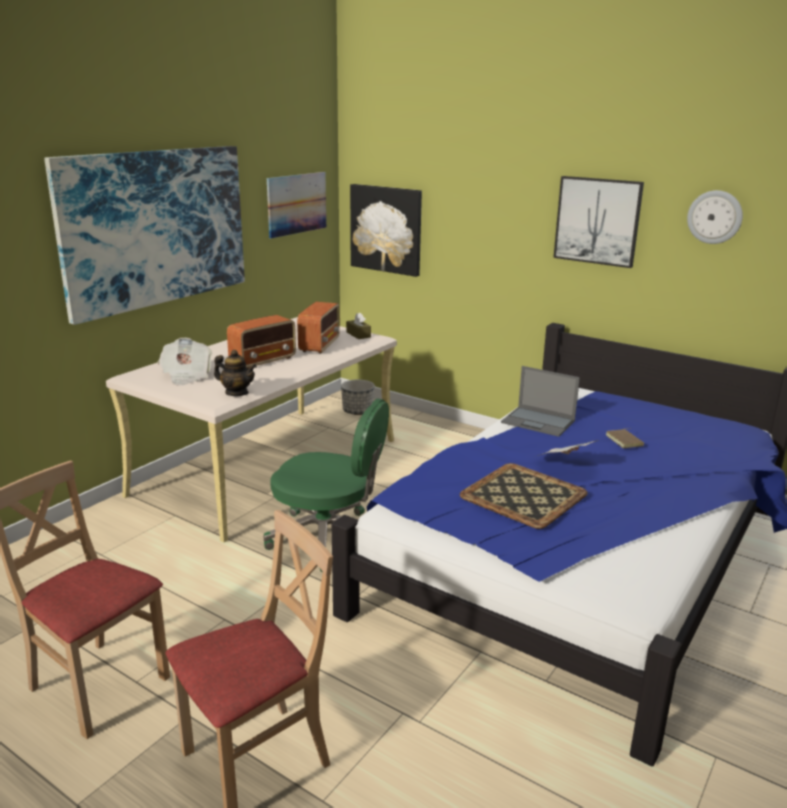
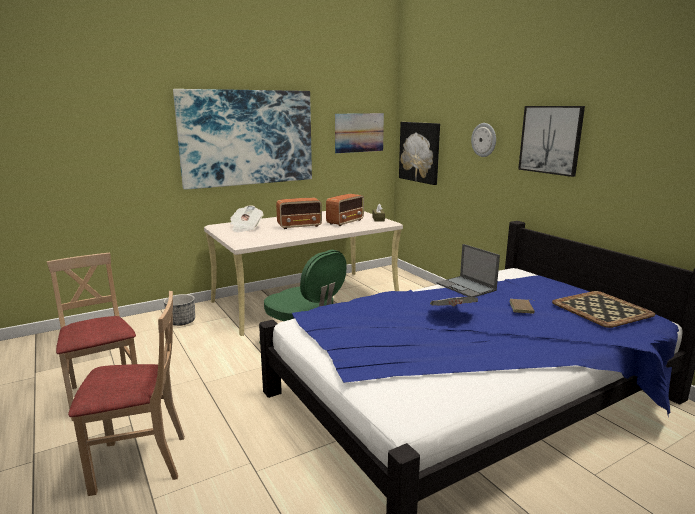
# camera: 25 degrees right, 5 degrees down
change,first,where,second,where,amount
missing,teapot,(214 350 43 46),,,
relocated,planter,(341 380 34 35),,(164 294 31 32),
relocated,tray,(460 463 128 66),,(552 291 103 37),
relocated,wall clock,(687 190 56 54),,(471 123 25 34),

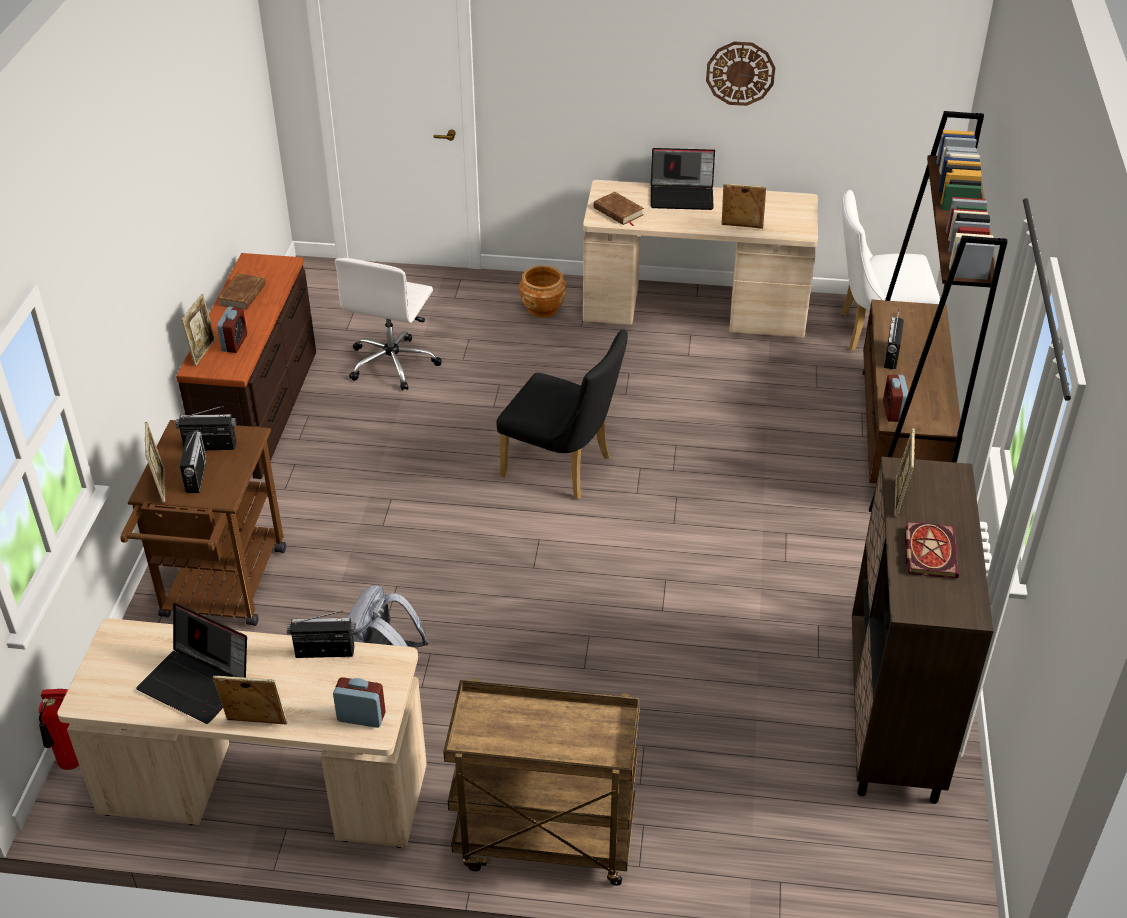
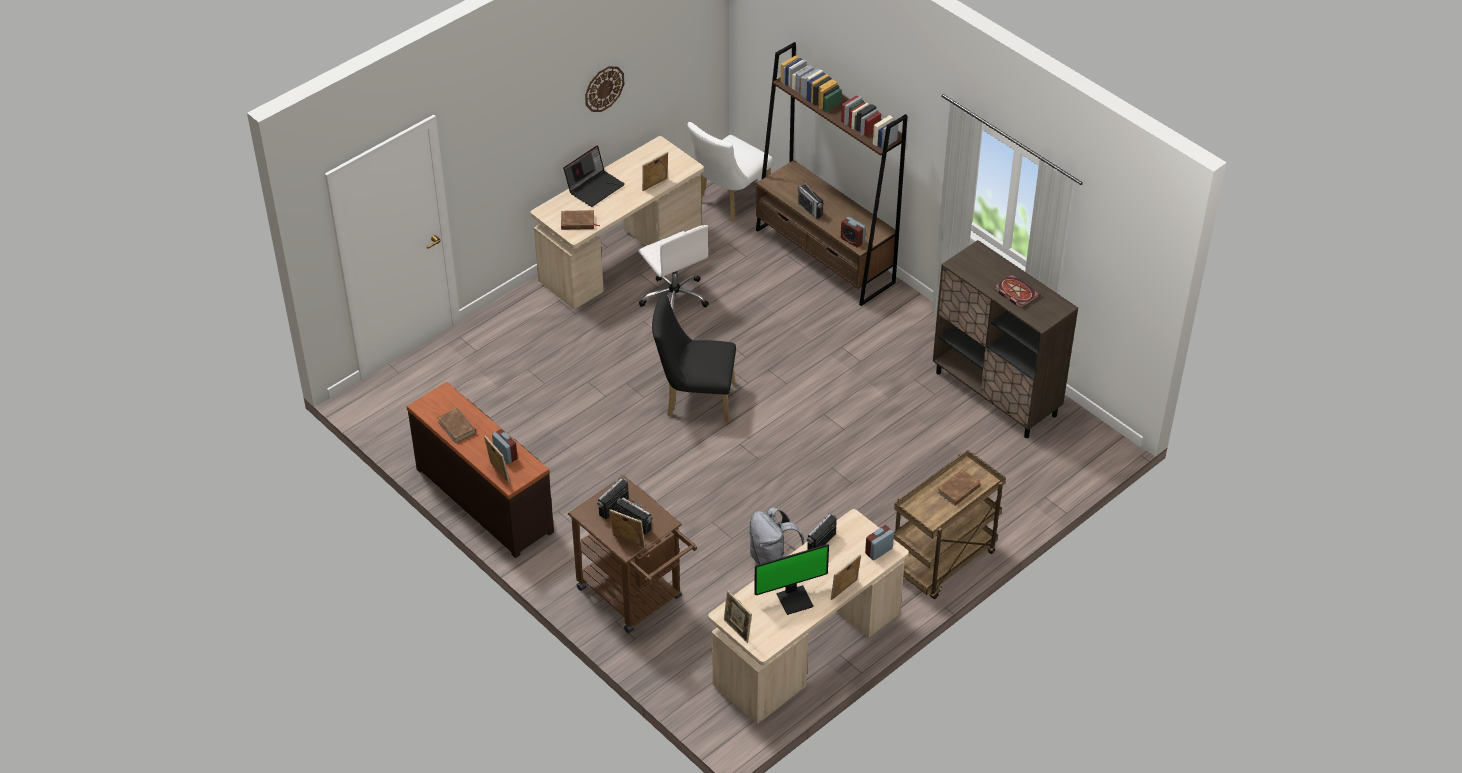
# camera: 50 degrees left, 5 degrees up
change,first,where,second,where,amount
missing,fire extinguisher,(39 689 40 81),,,
exchanged,laptop,(136 603 111 121),monitor,(754 544 75 71),
relocated,office chair (white),(335 258 107 133),,(638 225 71 84),
spun,chair (black),(496 329 132 170),,(652 294 84 129),150 degrees counterclockwise
missing,planter (brown),(519 265 47 53),,,
relocated,picture frame,(894 429 21 88),,(724 591 28 52),
appeared,,,book (brown),(937 470 44 36),

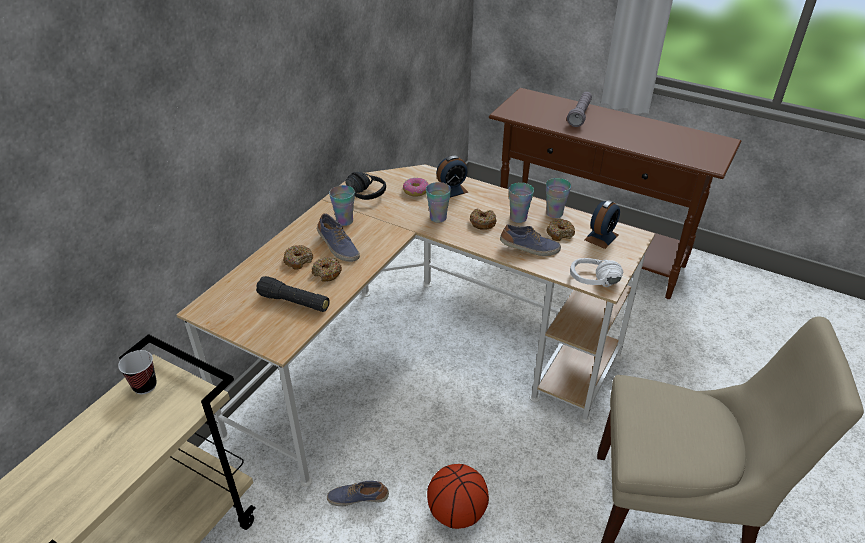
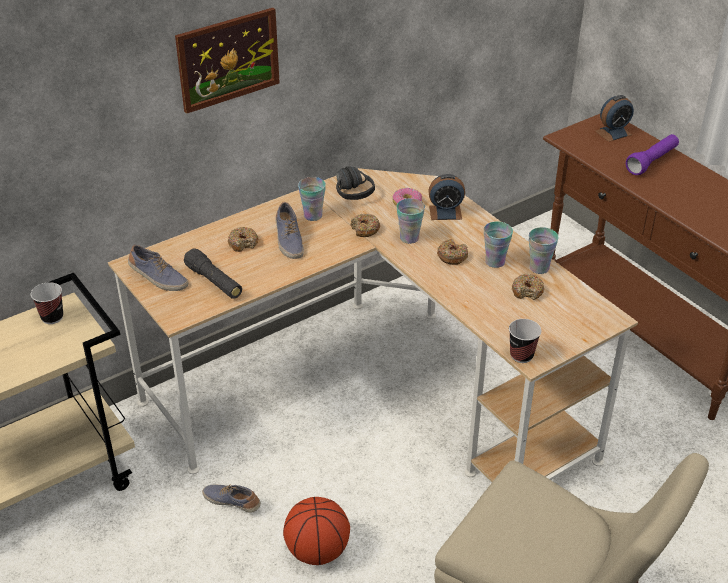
# camera: 25 degrees right, 0 degrees up
change,first,where,second,where,amount
relocated,donut,(312 257 30 25),,(350 214 30 23),
relocated,shoe,(500 224 61 32),,(128 245 60 46),
colour,flashlight (grey),(567 92 25 35),flashlight (purple),(626 134 53 41),
exchanged,headphones (white),(570 258 53 29),cup,(509 319 32 44),
relocated,alarm clock,(584 200 36 49),,(595 95 39 47),
appeared,,,picture,(175 8 105 106),

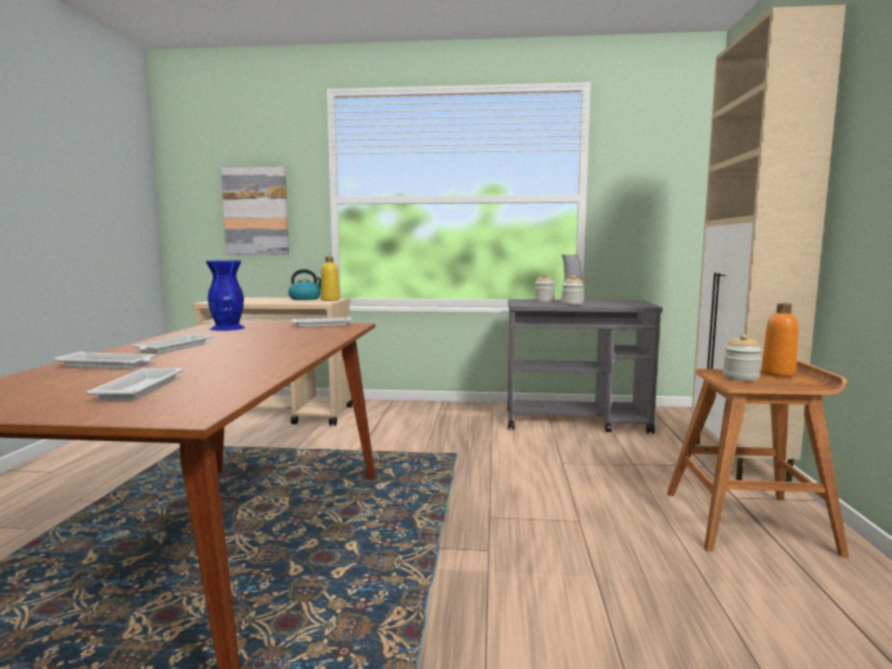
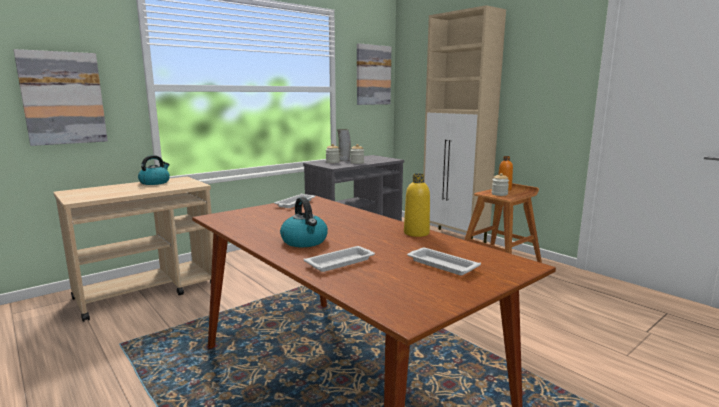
# camera: 45 degrees left, 5 degrees up
change,first,where,second,where,amount
exchanged,tray (white),(132 334 81 20),kettle,(280 197 48 50),
missing,vase (blue),(206 260 39 71),,,
relocated,bottle (yellow),(321 257 19 44),,(404 174 26 63),
appeared,,,picture,(357 43 34 62),

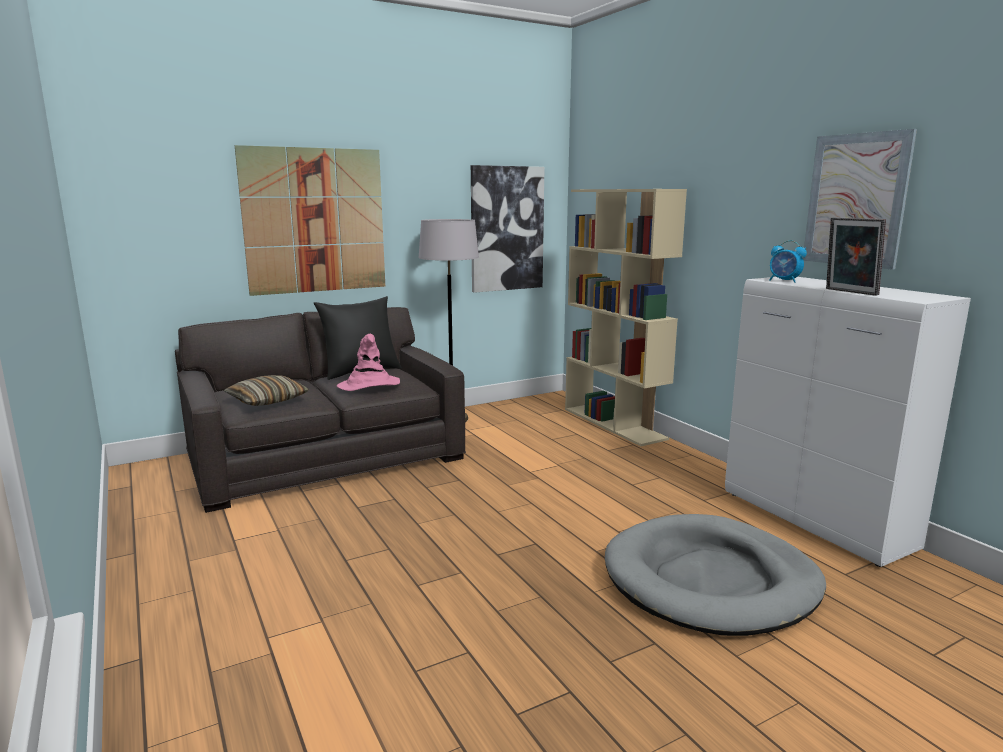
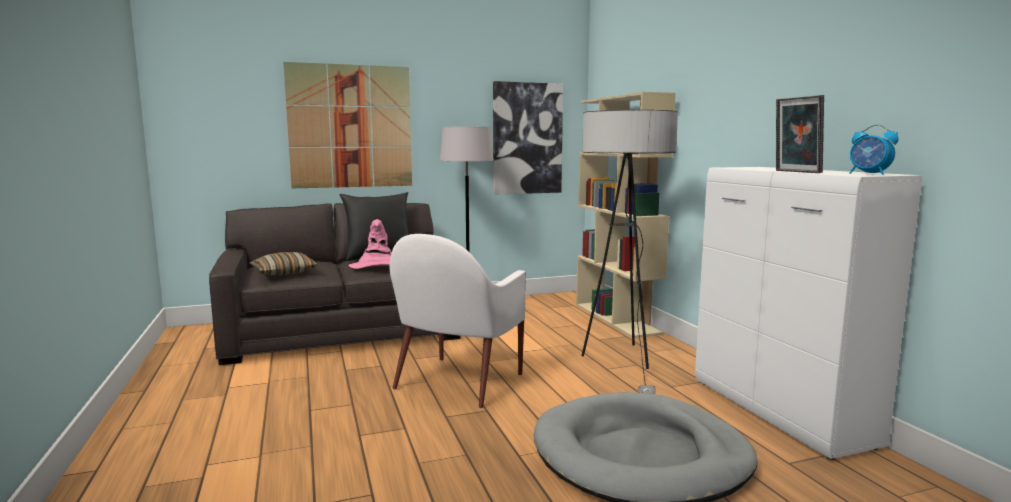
# camera: 10 degrees right, 5 degrees down
change,first,where,second,where,amount
relocated,alarm clock,(769 240 38 43),,(850 124 49 51),
missing,picture,(803 129 114 141),,,
appeared,,,armchair (white),(389 234 137 174),
appeared,,,floor lamp,(581 110 97 284),

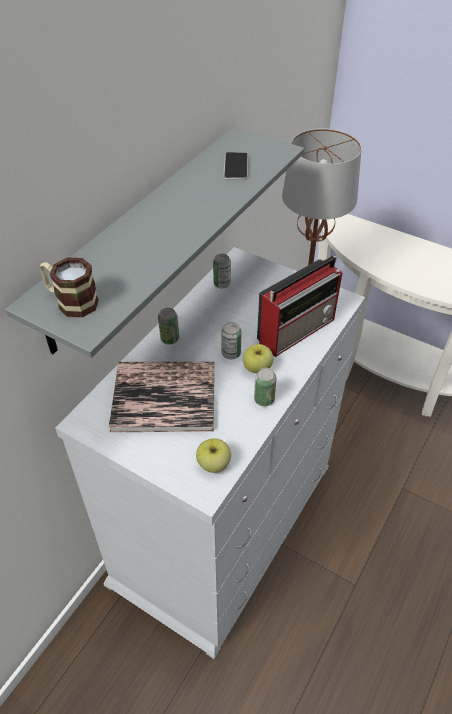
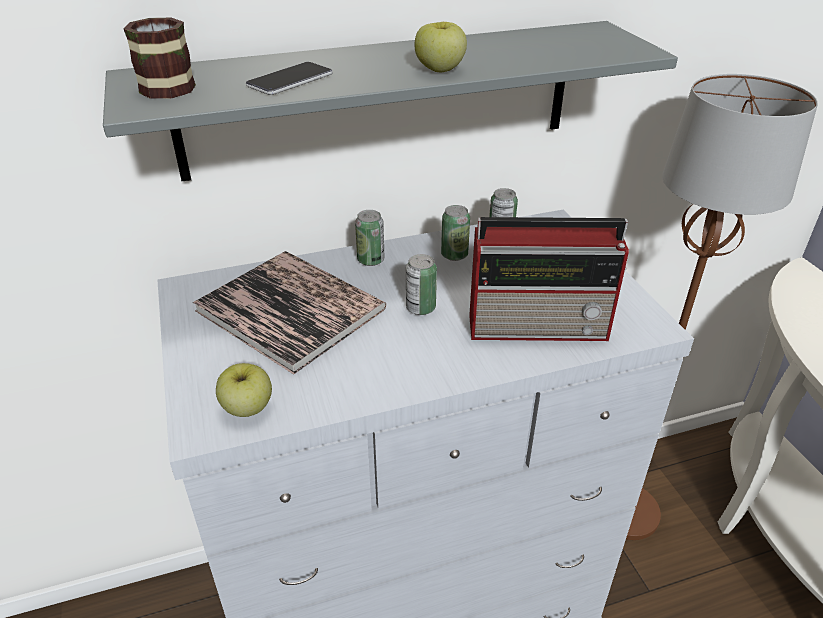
# camera: 40 degrees right, 10 degrees down
change,first,where,second,where,amount
relocated,phone,(224 152 24 28),,(246 62 87 33),
relocated,apple,(243 344 30 29),,(415 22 52 50),
relocated,can,(254 368 23 38),,(441 205 29 56),

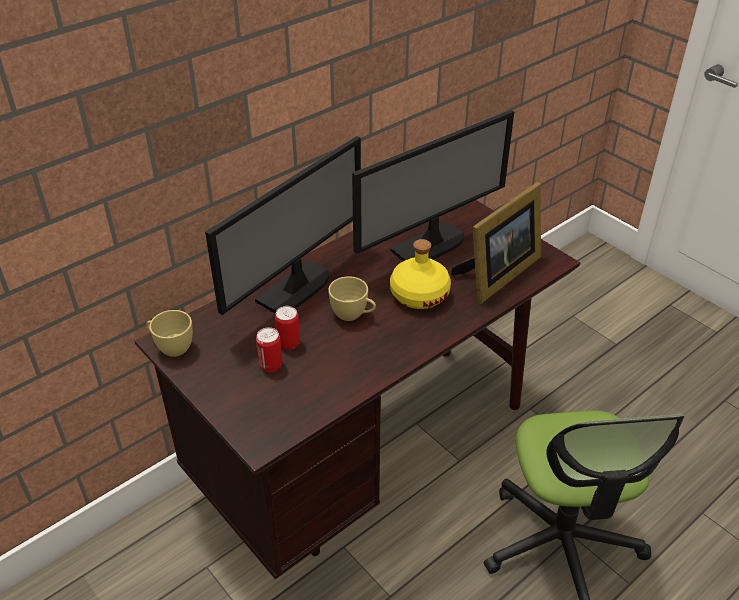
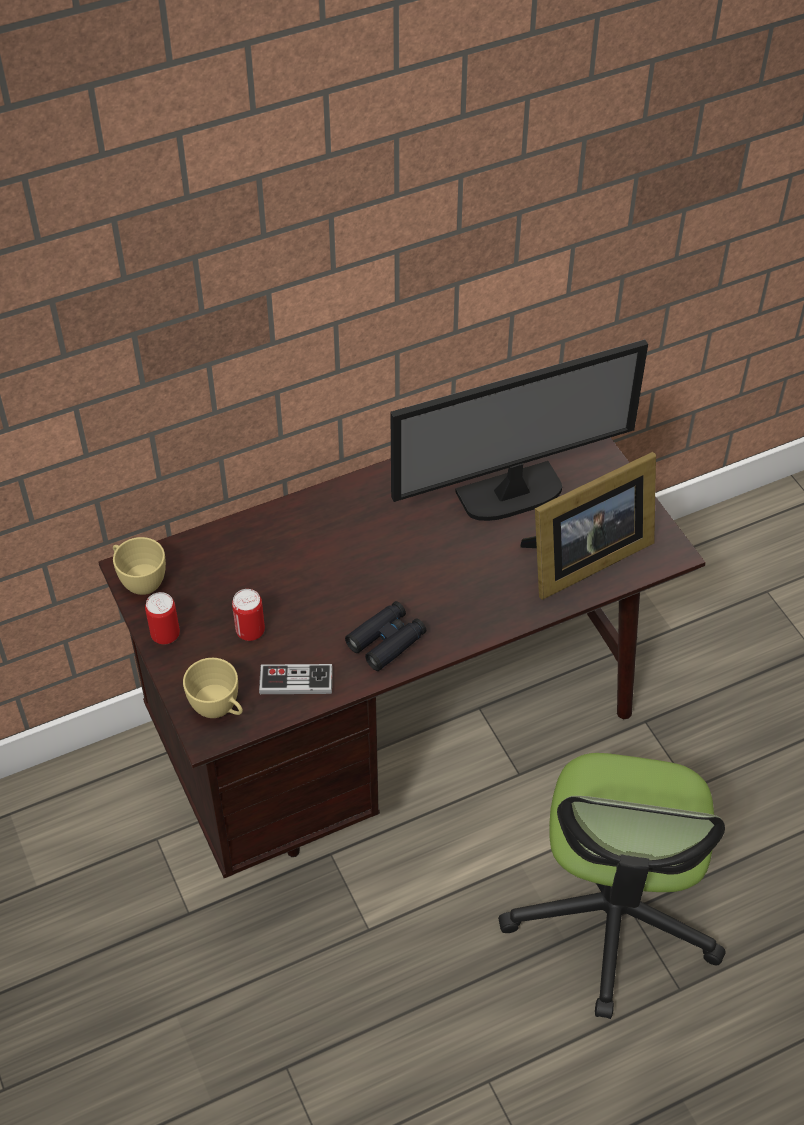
# camera: 15 degrees right, 10 degrees up
change,first,where,second,where,amount
missing,monitor,(205 136 156 179),,,
relocated,can,(275 306 25 44),,(145 592 35 53),
relocated,cup (yellow),(328 276 48 45),,(183 658 60 60),
missing,bottle (yellow),(390 239 61 70),,,
appeared,,,game controller,(259 664 74 30),
appeared,,,binoculars (black),(345 601 82 70),

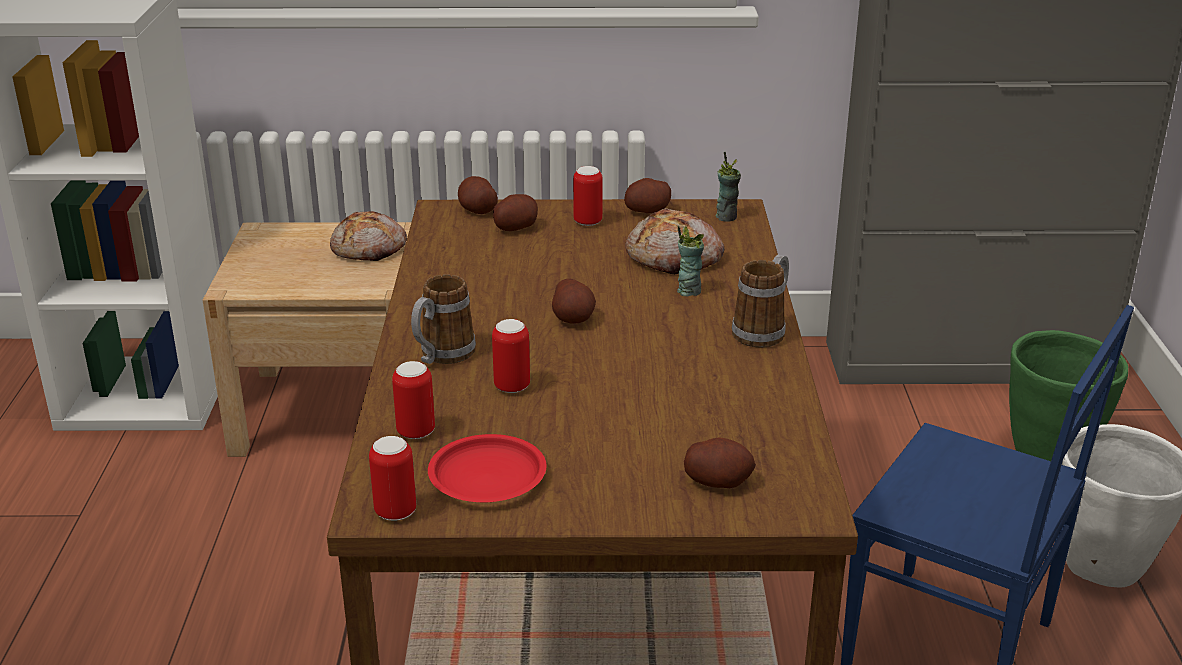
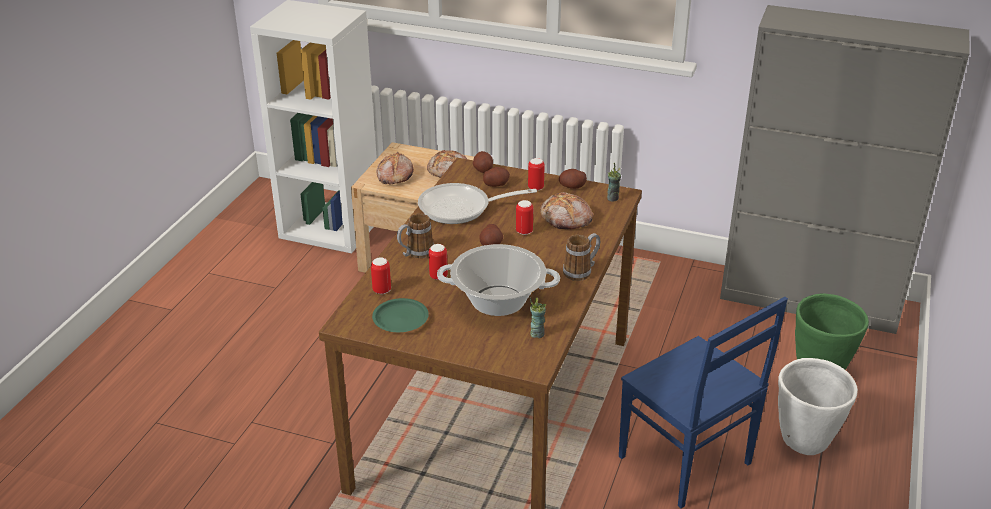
# camera: 20 degrees right, 5 degrees up
change,first,where,second,where,amount
relocated,can,(369 436 47 85),,(516 200 17 35),
colour,plate (red),(428 434 119 68),plate (green),(372 298 57 34),
relocated,cup,(677 225 27 71),,(530 297 16 41),
missing,potato,(684 437 72 51),,,
appeared,,,bread,(377 152 37 32),
appeared,,,frying pan,(418 183 119 41),
appeared,,,cooking pot,(437 244 123 72),

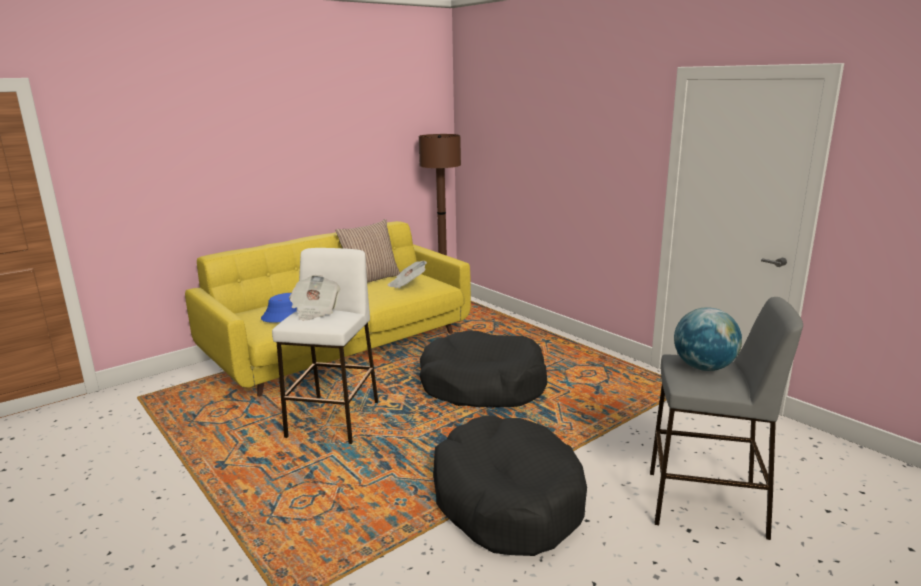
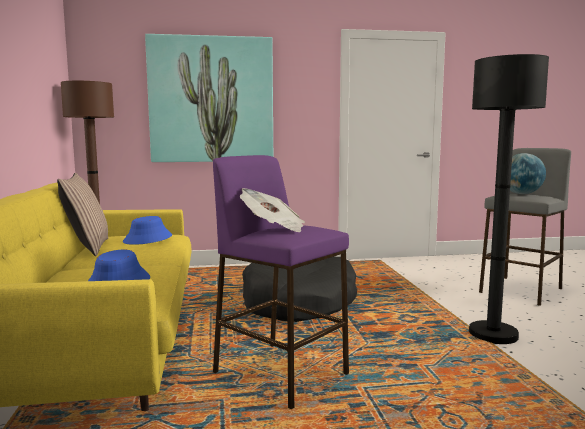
# camera: 60 degrees left, 10 degrees down
change,first,where,second,where,amount
colour,stool (white),(272 248 106 196),stool (purple),(213 155 136 254),
exchanged,newspaper,(387 261 40 27),hat (blue),(123 216 49 29),
exchanged,dog bed (black),(433 415 154 141),floor lamp (black),(469 54 80 290),
appeared,,,picture,(145 34 128 128),

